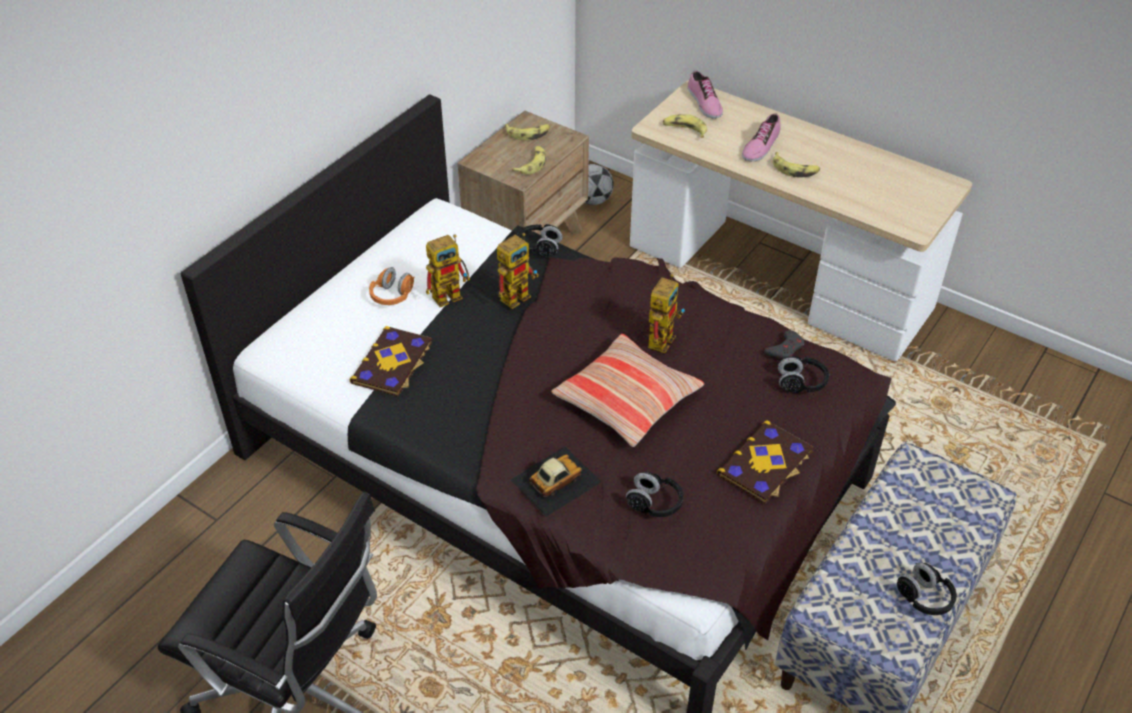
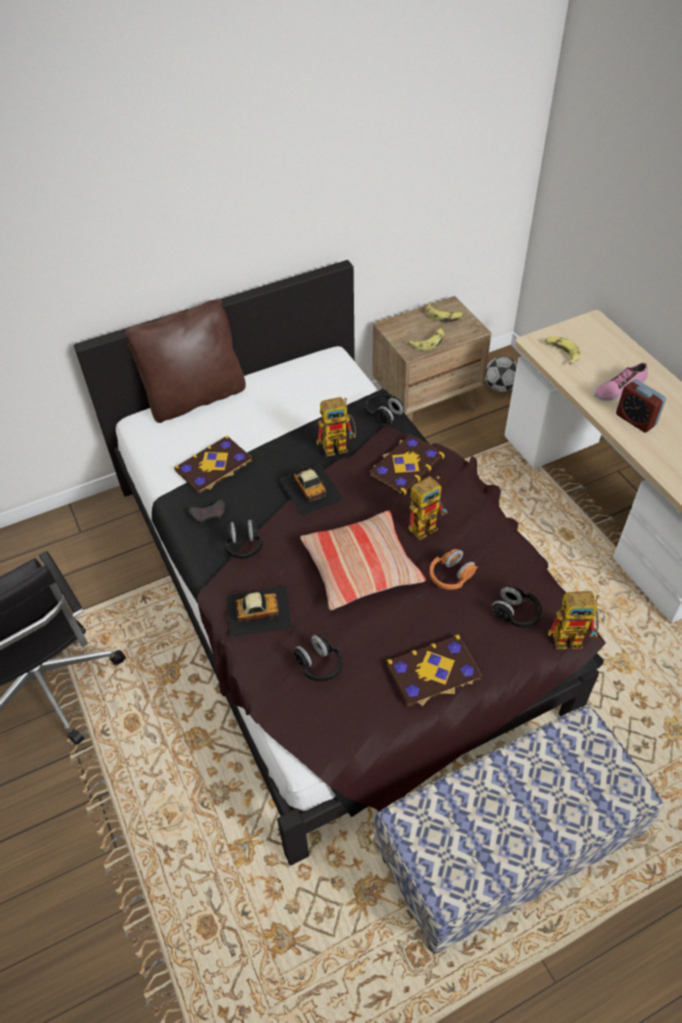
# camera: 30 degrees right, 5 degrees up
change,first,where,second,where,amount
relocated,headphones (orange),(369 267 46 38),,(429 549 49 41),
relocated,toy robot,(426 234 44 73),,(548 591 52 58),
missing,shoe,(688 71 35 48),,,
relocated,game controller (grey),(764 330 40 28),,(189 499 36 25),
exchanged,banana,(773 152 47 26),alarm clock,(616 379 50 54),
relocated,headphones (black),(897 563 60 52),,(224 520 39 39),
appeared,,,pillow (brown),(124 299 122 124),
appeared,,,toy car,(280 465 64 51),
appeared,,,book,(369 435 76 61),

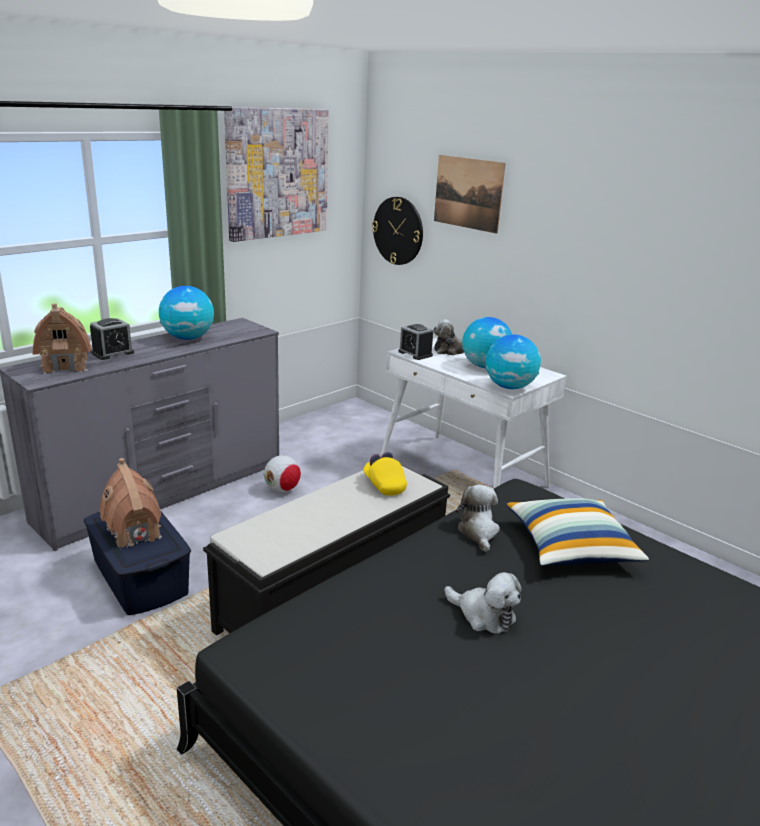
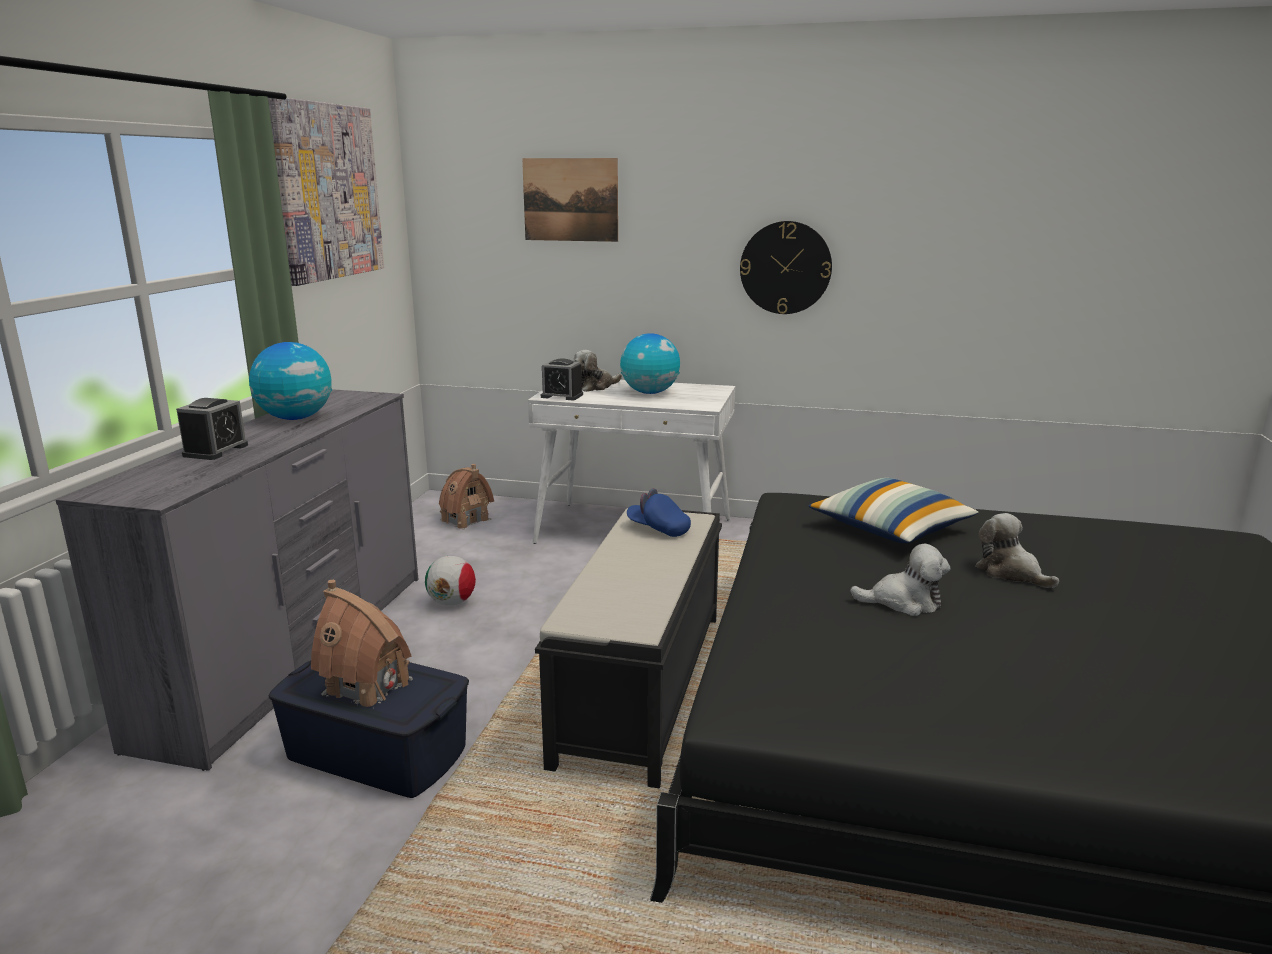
# camera: 30 degrees left, 5 degrees down
change,first,where,second,where,amount
relocated,toy house,(32 304 60 70),,(439 464 55 66),
colour,cap (yellow),(364 452 43 44),cap (blue),(627 488 64 49),
relocated,wall clock,(372 197 51 68),,(740 221 92 93),
relocated,plush toy,(456 485 44 67),,(975 513 84 75),
missing,globe,(485 334 56 55),,,

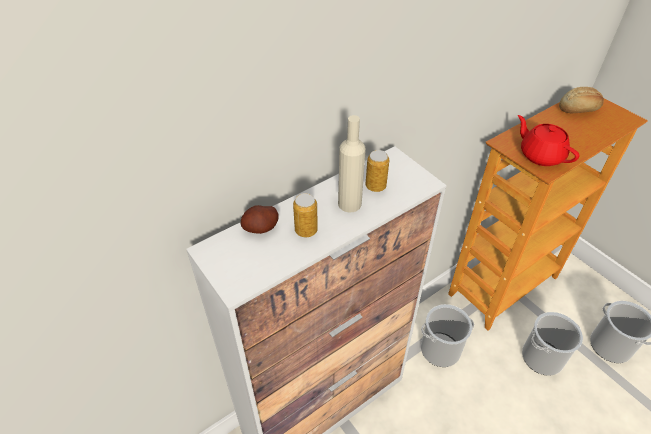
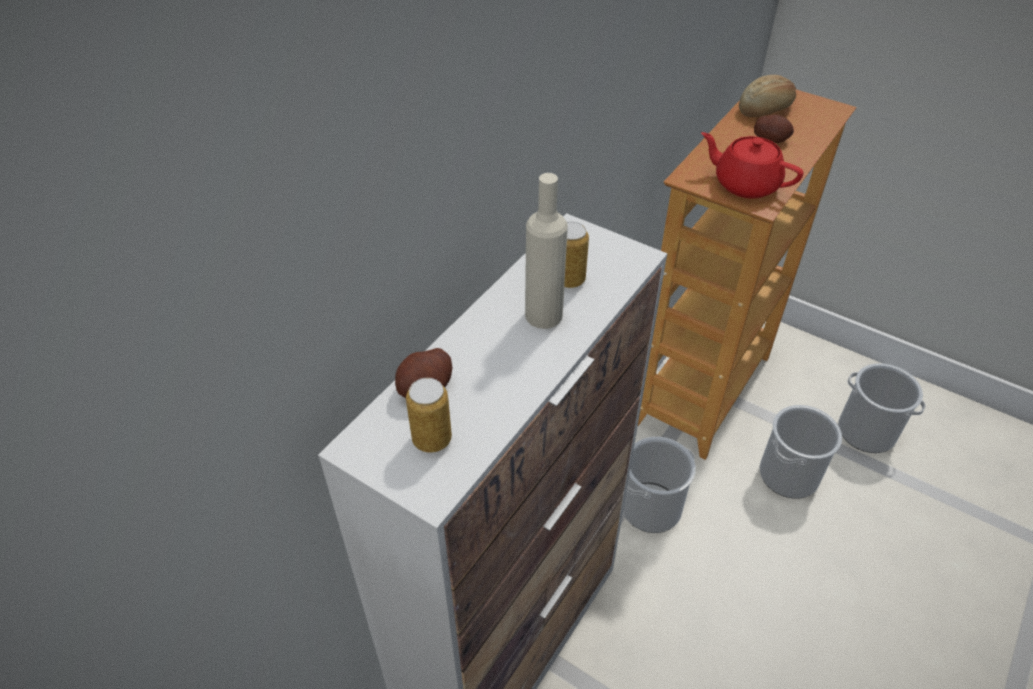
# camera: 20 degrees left, 0 degrees up
change,first,where,second,where,amount
relocated,can,(293 193 25 44),,(406 378 46 75),
appeared,,,potato,(754 115 40 28),

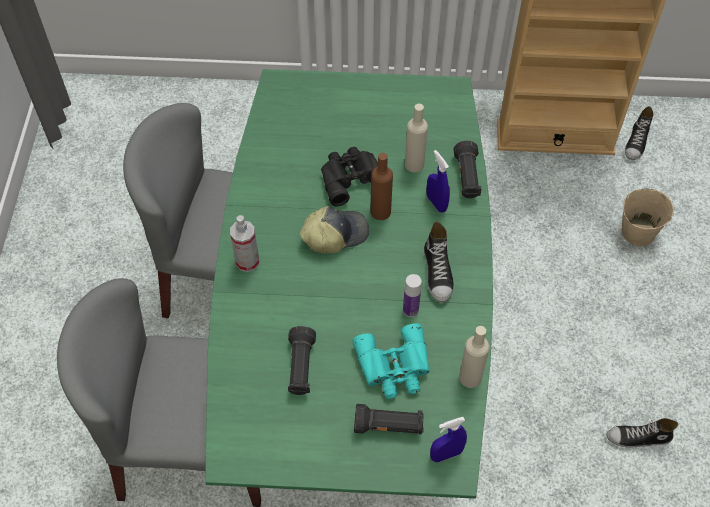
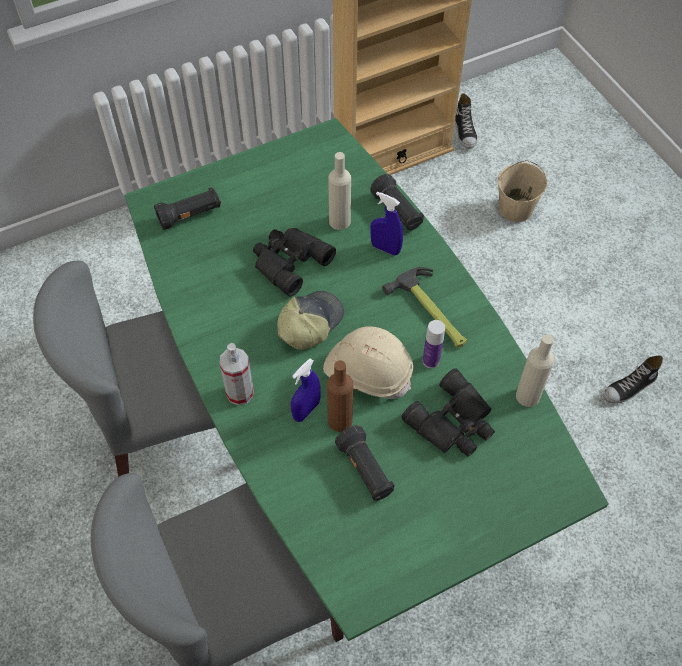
# camera: 30 degrees left, 0 degrees up
change,first,where,second,where,amount
colour,binoculars (turquoise),(353 323 77 76),binoculars (black),(401 368 94 89),
relocated,flashlight (black),(354 404 70 30),,(154 187 67 43),
relocated,bottle (brown),(371 153 22 67),,(327 361 26 71),
exchanged,shoe,(424 221 30 81),hammer,(382 267 85 81),
relocated,spray bottle (blue),(430 417 37 46),,(291 358 30 64),
appeared,,,hard hat (beige),(323 326 90 73),

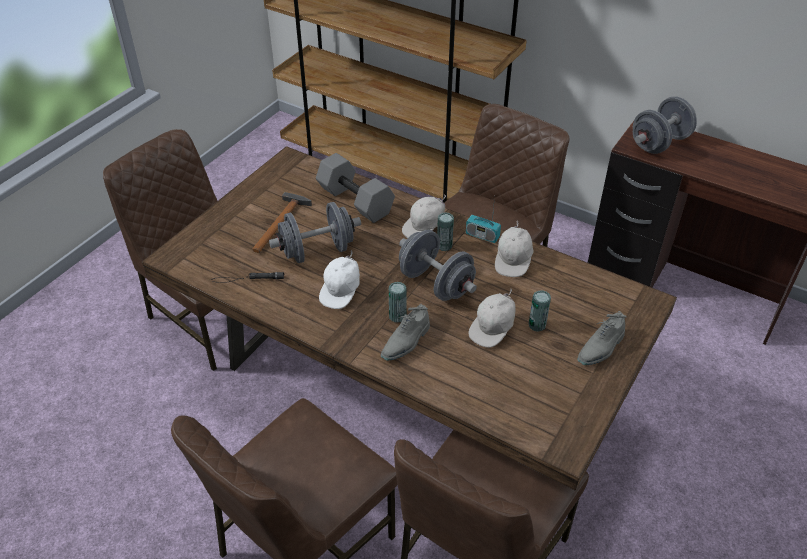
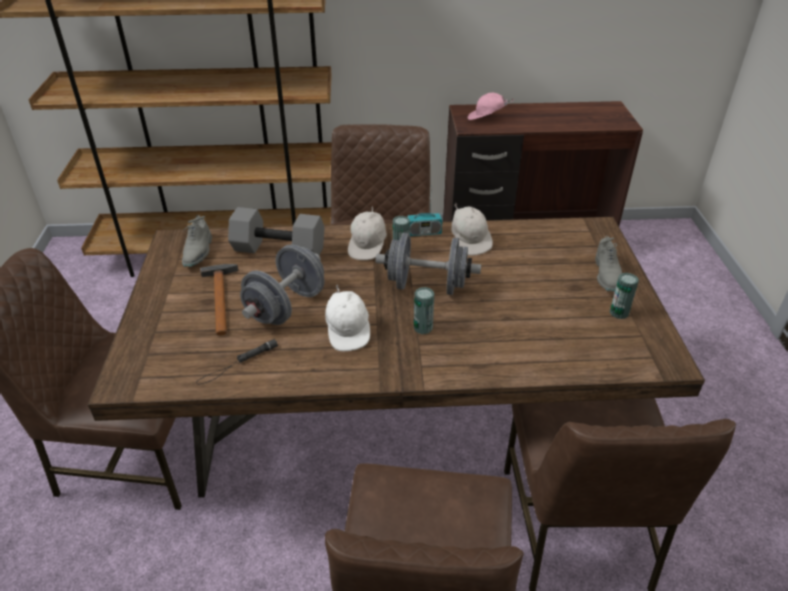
# camera: 35 degrees left, 5 degrees down
change,first,where,second,where,amount
relocated,shoe (grey),(381 304 49 57),,(182 215 30 52),
missing,cap (white),(469 289 46 59),,,
relocated,can,(528 290 23 42),,(610 273 29 46),
exchanged,dumbbell (grey),(633 96 64 58),cap (pink),(467 93 47 27),

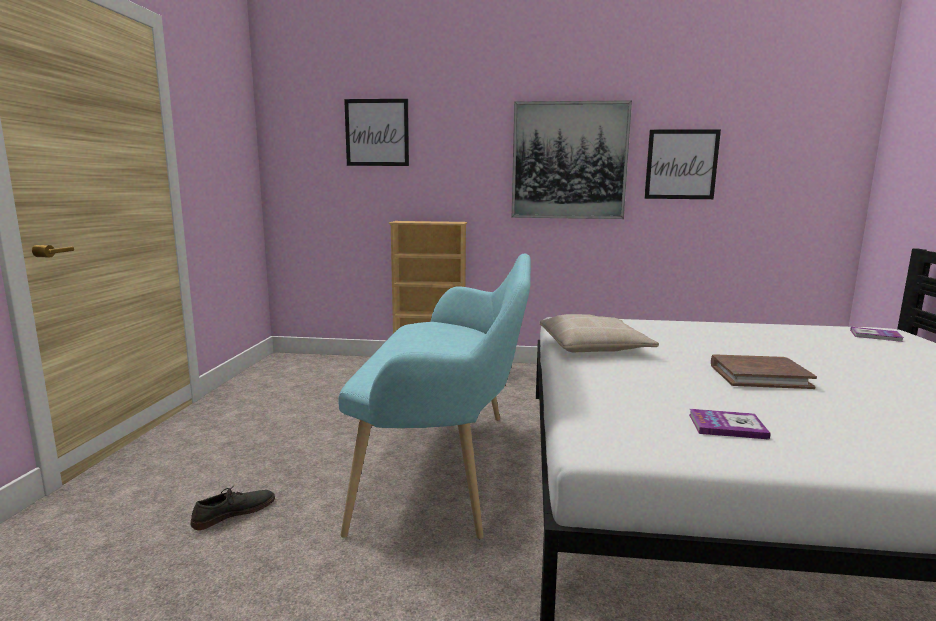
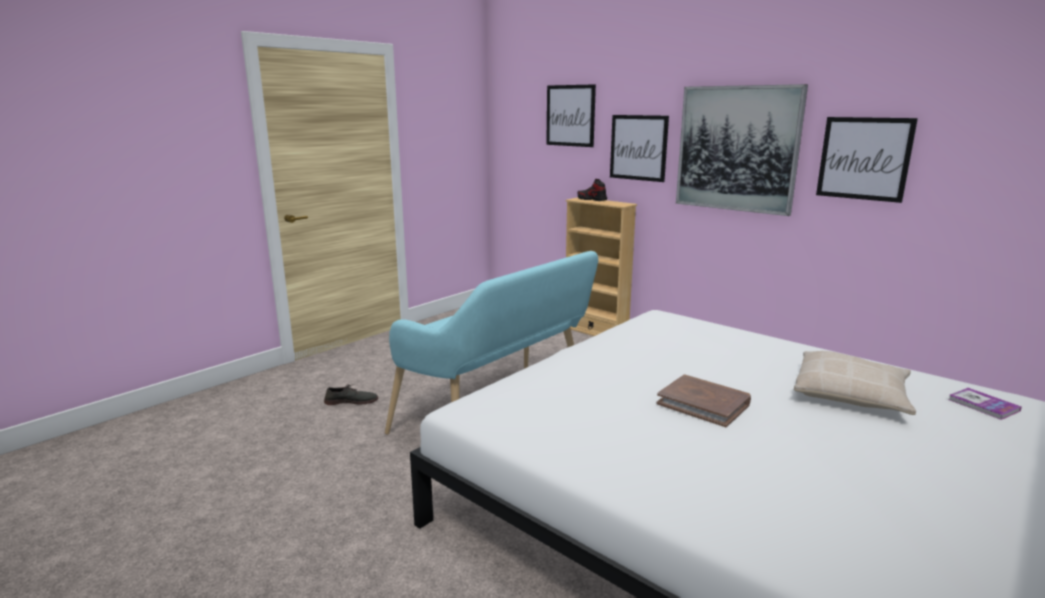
# camera: 35 degrees right, 5 degrees up
change,first,where,second,where,amount
relocated,pillow (beige),(540 314 119 38),,(794 351 122 64),
missing,book,(689 409 82 31),,,
appeared,,,shoe,(578 179 29 22),
appeared,,,picture,(610 115 59 67),

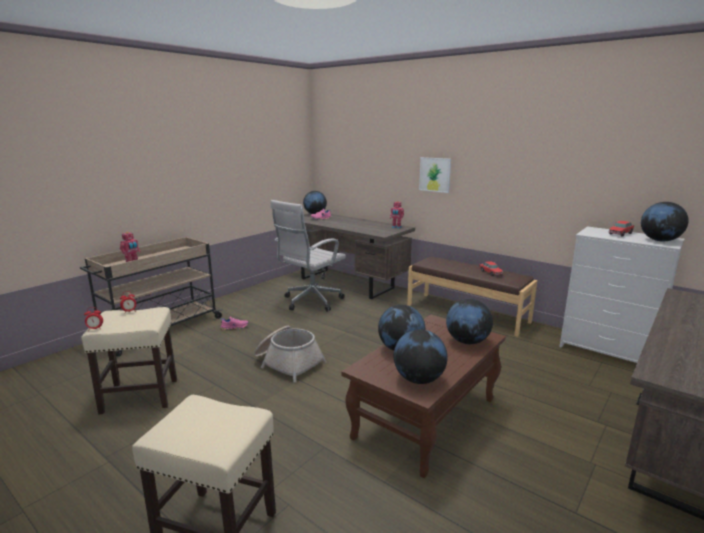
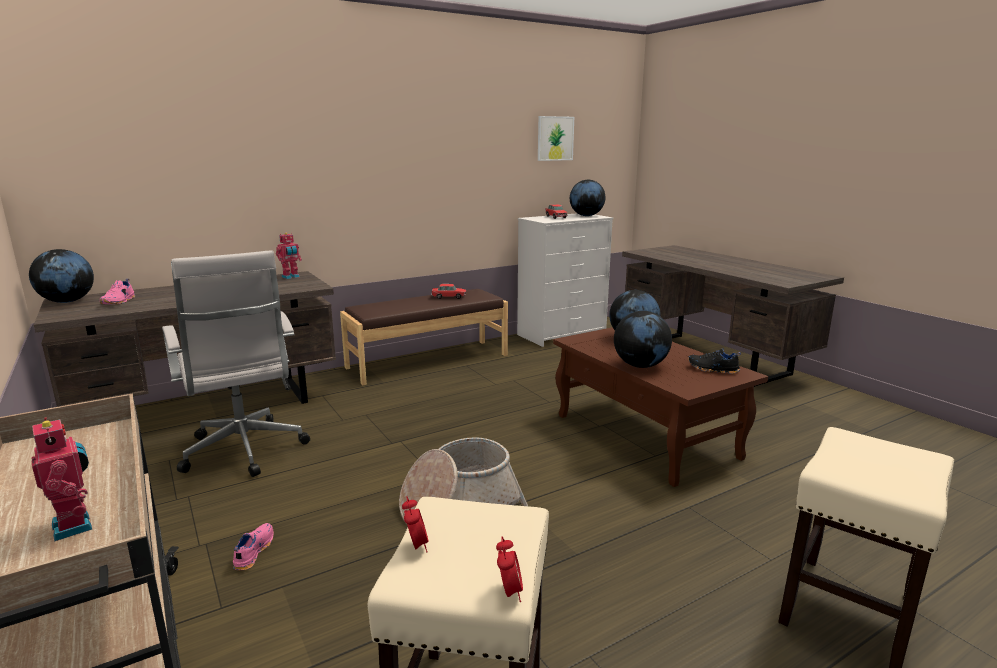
# camera: 70 degrees left, 0 degrees up
change,first,where,second,where,amount
exchanged,globe,(394 329 54 55),shoe (black),(688 348 53 26),
relocated,picture,(419 157 32 36),,(538 116 36 45),

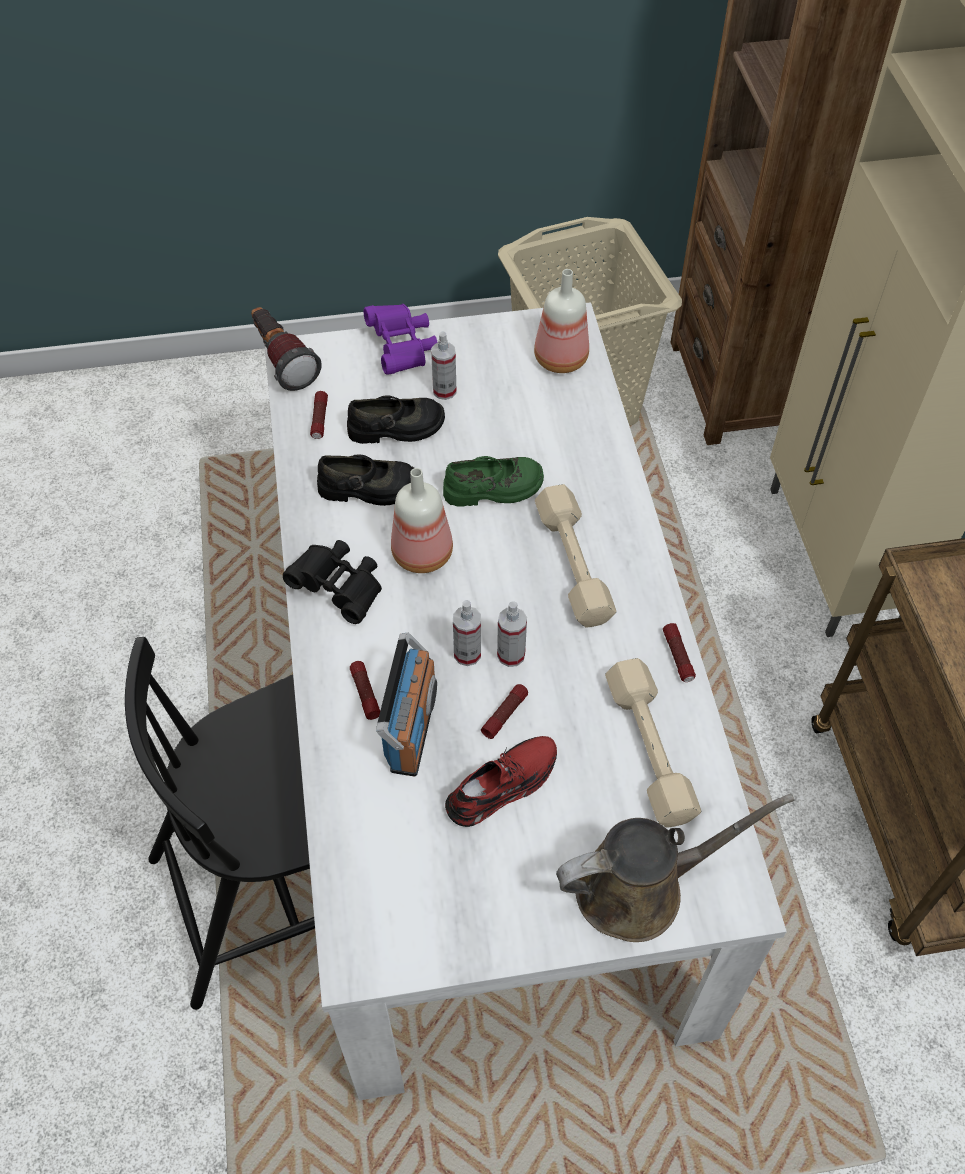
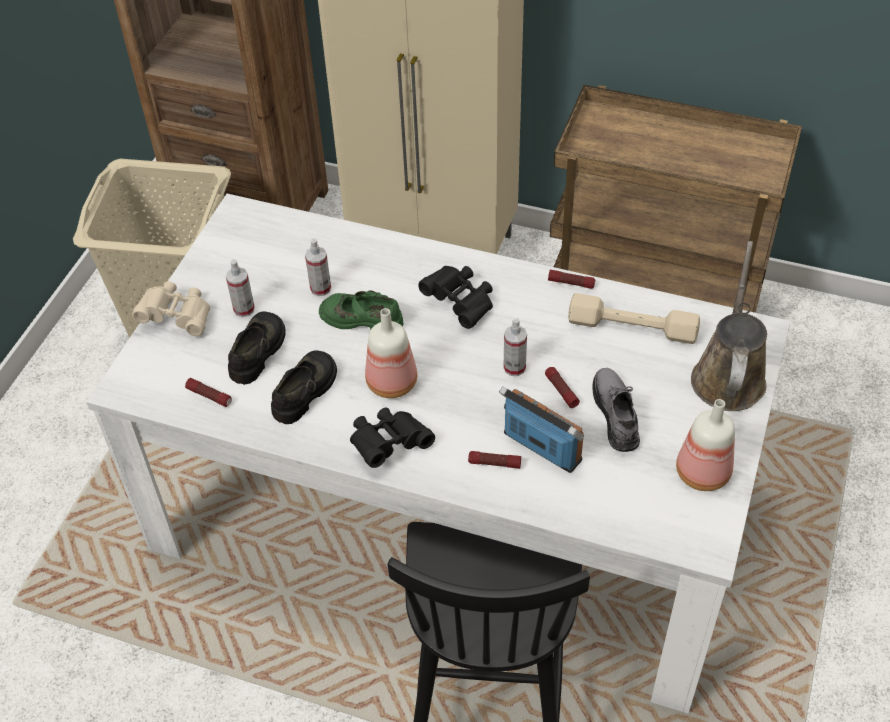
# camera: 60 degrees left, 5 degrees down
change,first,where,second,where,amount
missing,flashlight,(251 307 71 84),,,
colour,binoculars (purple),(364 304 74 71),binoculars (beige),(132 281 78 55),
spun,shoe (green),(443 456 101 51),,(319 290 85 40),90 degrees counterclockwise
colour,shoe (red),(445 736 112 91),shoe (grey),(592 368 48 84),
relocated,spray bottle,(453 600 28 66),,(305 239 26 57),
relocated,bottle,(534 269 55 104),,(676 399 59 92),
exchanged,dumbbell (beige),(535 484 81 144),binoculars (black),(418 266 75 63),

